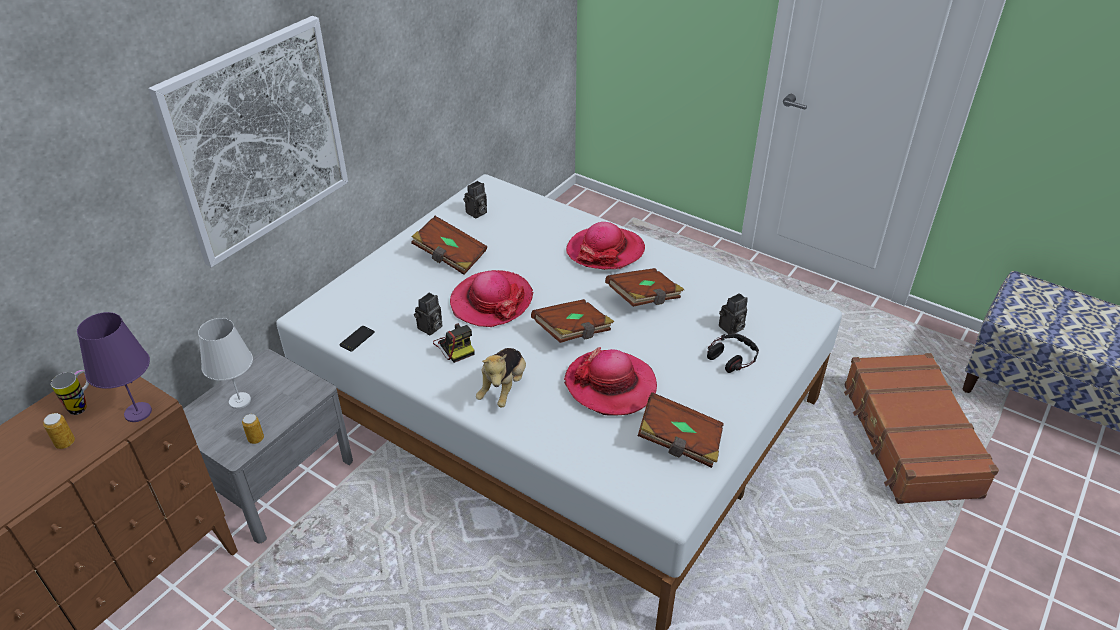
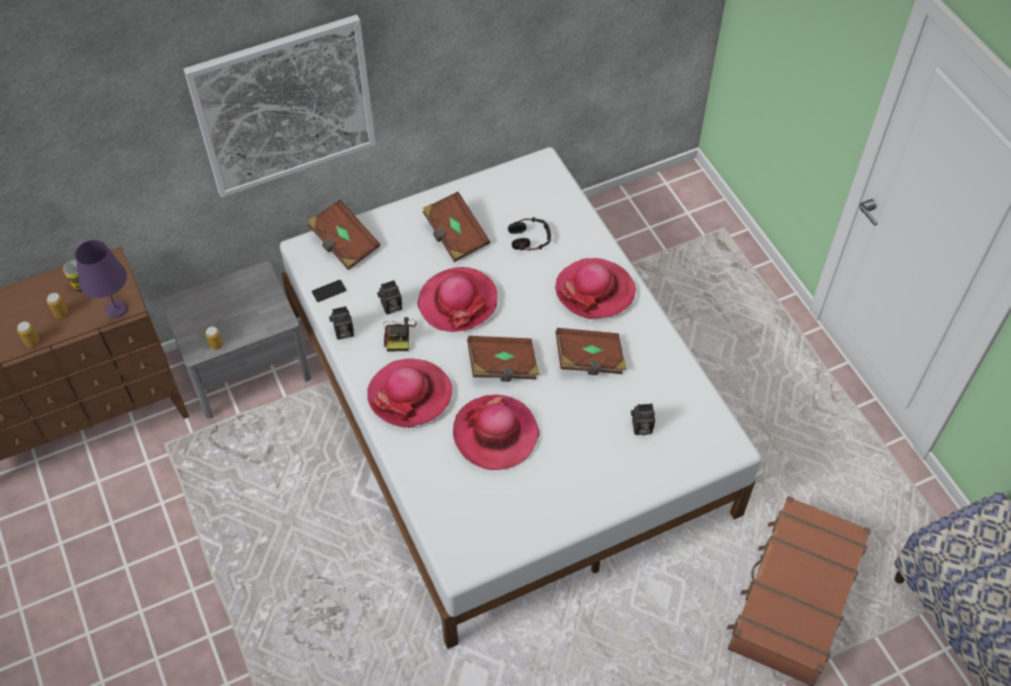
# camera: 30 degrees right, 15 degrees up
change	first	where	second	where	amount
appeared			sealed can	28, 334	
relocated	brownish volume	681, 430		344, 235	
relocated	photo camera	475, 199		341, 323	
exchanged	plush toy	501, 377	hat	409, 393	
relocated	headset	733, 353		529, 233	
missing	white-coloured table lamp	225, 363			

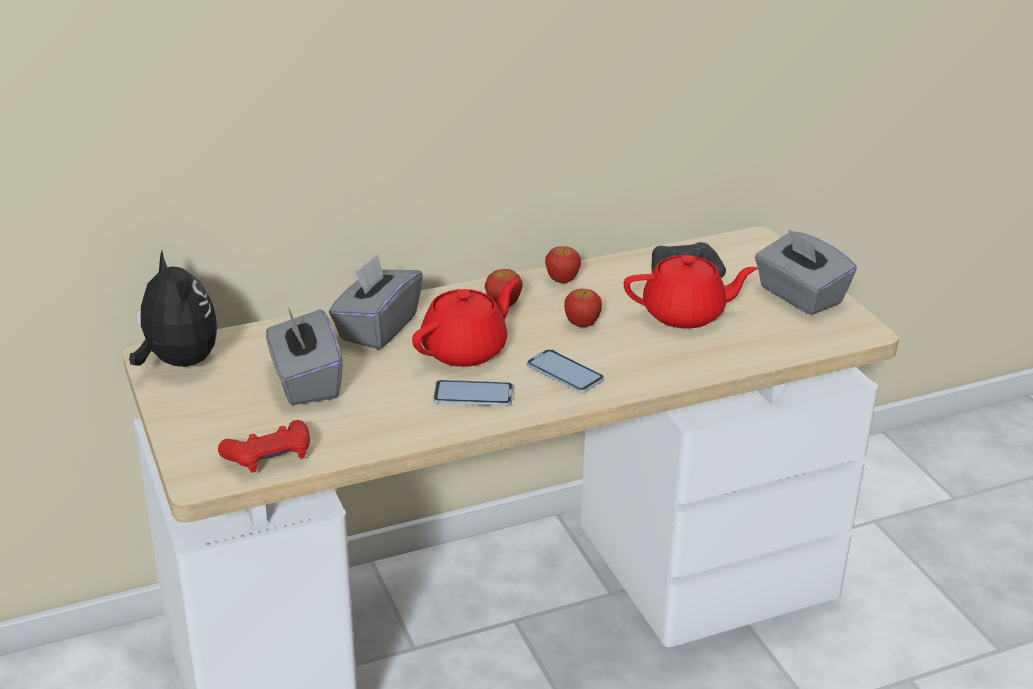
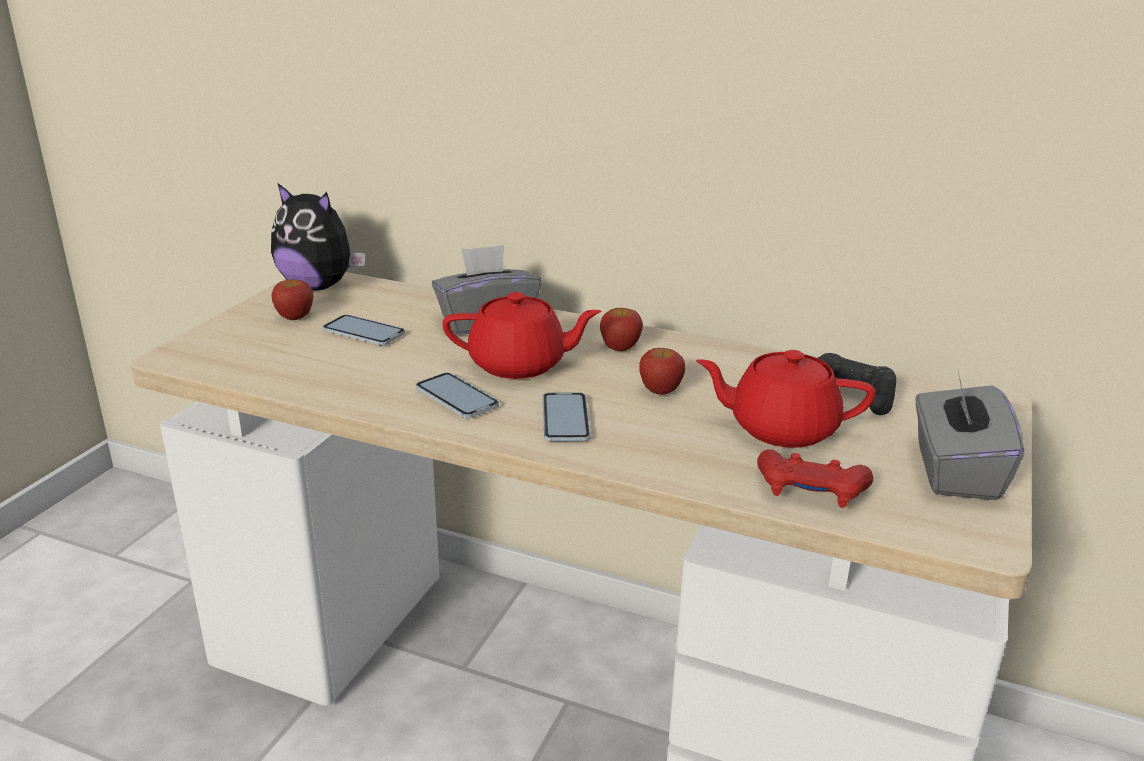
# camera: 45 degrees right, 5 degrees down
change	first	where	second	where	amount
spun	plush toy	173, 309		318, 237	105 degrees clockwise
relocated	apple	563, 264		292, 300	
exchanged	grey box of tissues	304, 356	phone	364, 330	
spun	red pot for tea	691, 292		786, 399	150 degrees clockwise
relocated	red joypad	264, 446		815, 479	

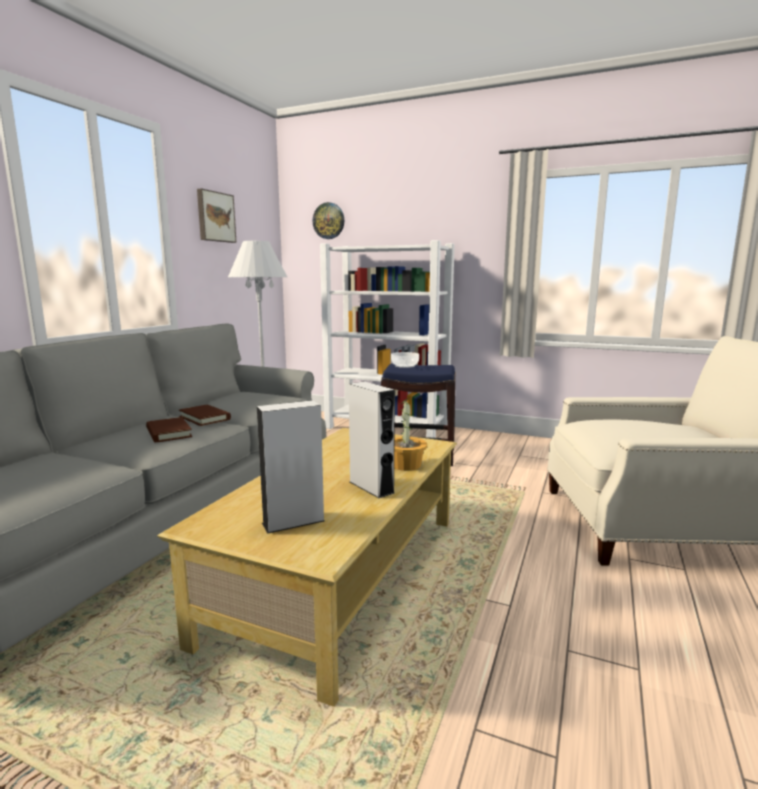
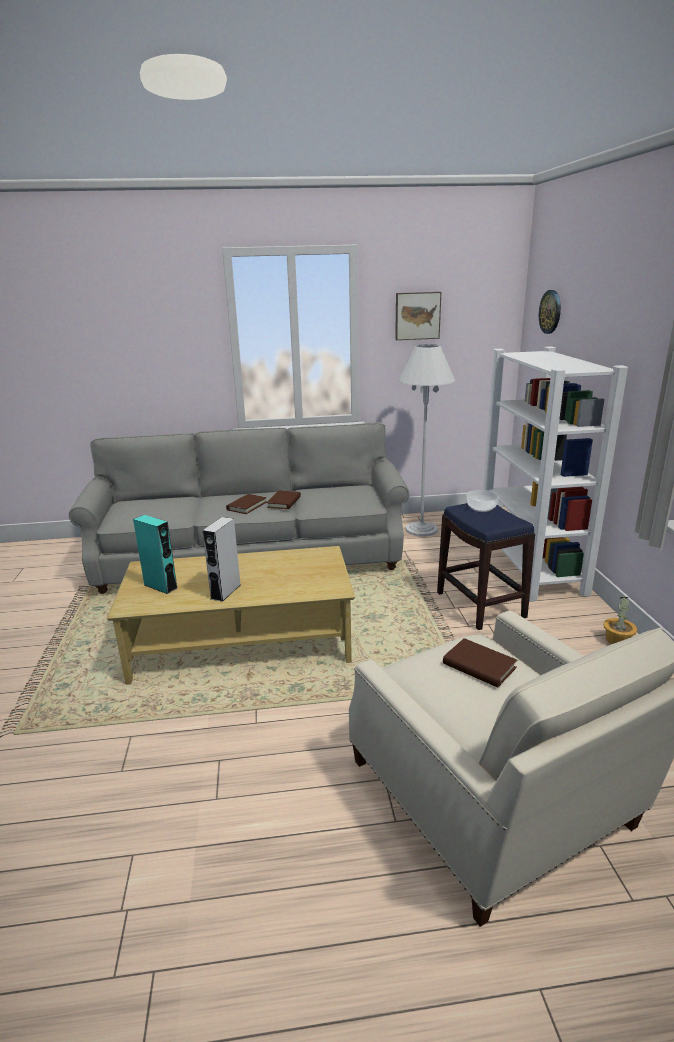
# camera: 60 degrees right, 10 degrees up
change	first	where	second	where	amount
colour	grey speaker	291, 467	turquoise speaker	155, 554	
appeared			brownish volume	480, 663	
relocated	potted plant	410, 434		620, 620	

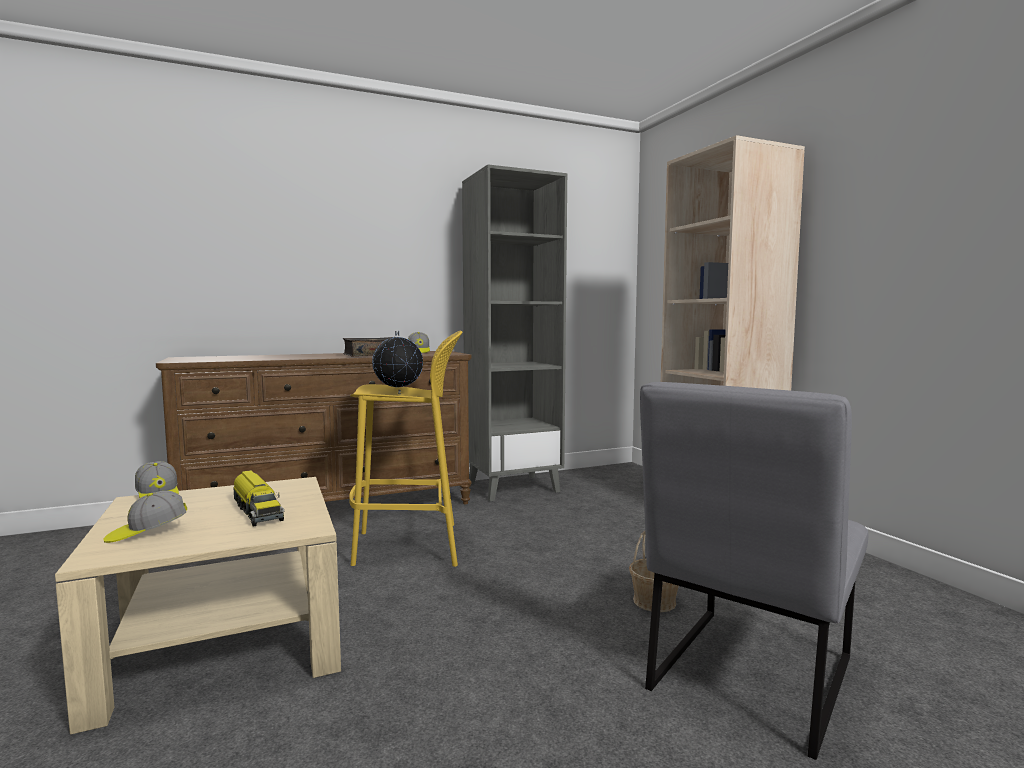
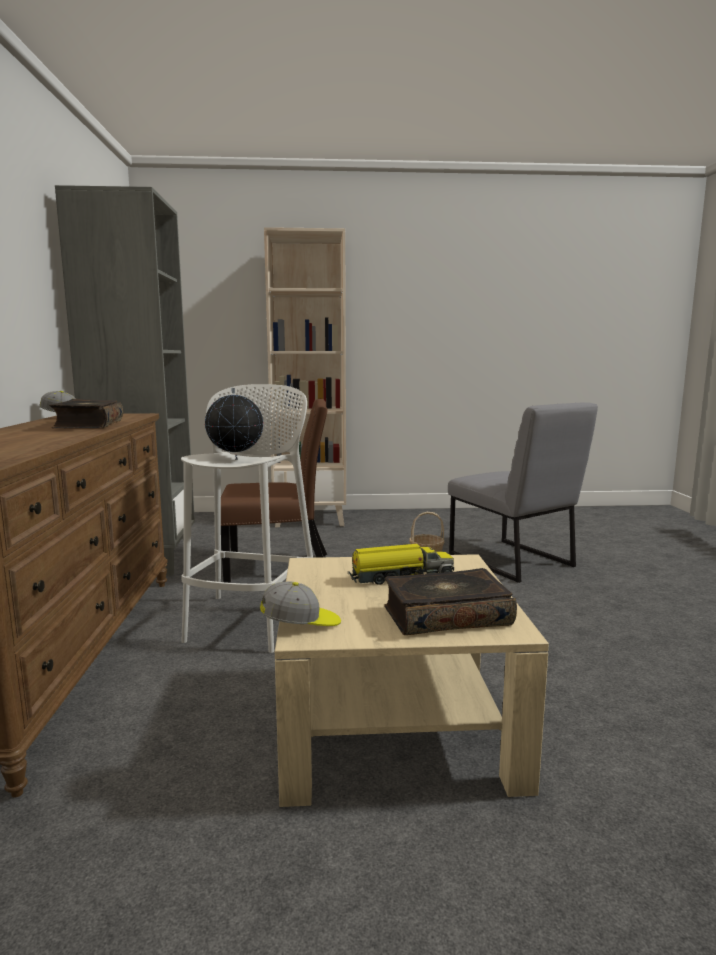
# camera: 70 degrees left, 5 degrees up
change	first	where	second	where	amount
colour	yellowish stool	405, 449	white-coloured stool	247, 518	
appeared			brownish plain chair	274, 491	
exchanged	baseball cap	145, 517	volume	450, 601	

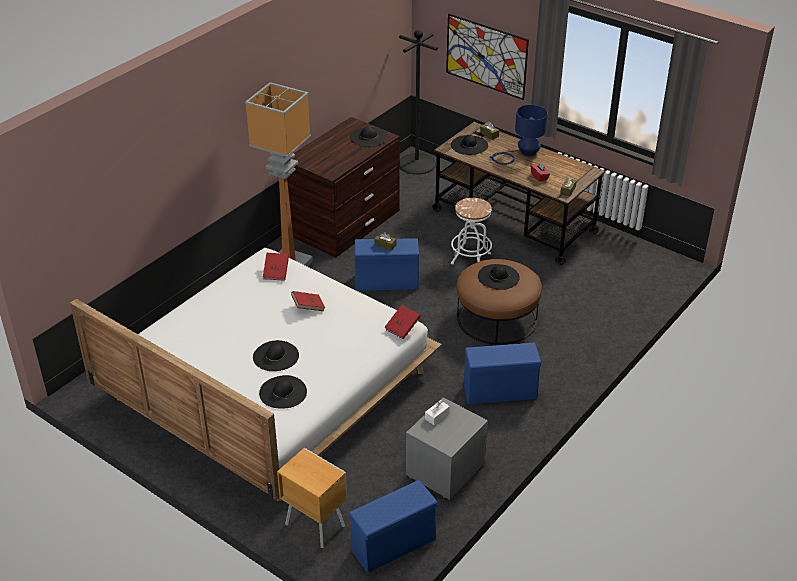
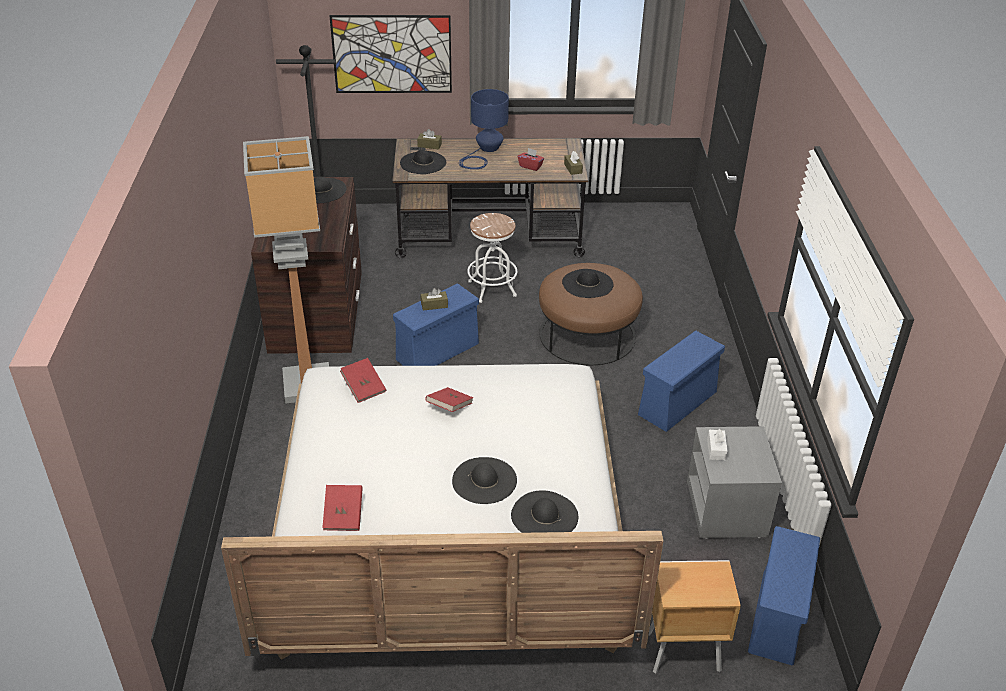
# camera: 40 degrees left, 0 degrees up
change	first	where	second	where	amount
relocated	red volume	402, 322		342, 508	

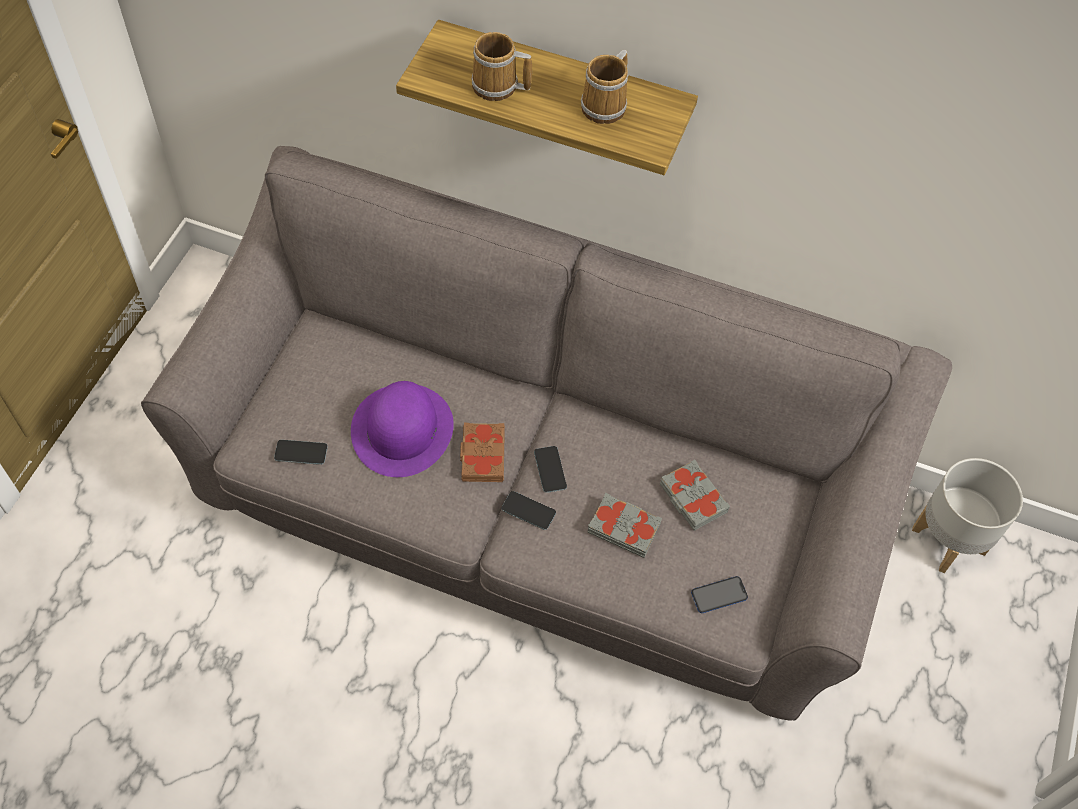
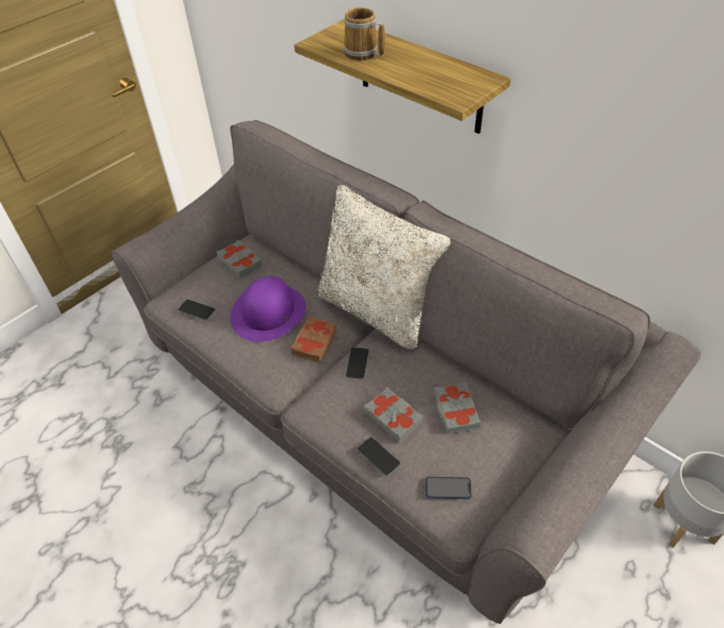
# camera: 25 degrees right, 10 degrees down
change	first	where	second	where	amount
appeared			grey volume	239, 259	
appeared			beige-coloured throw pillow	384, 267	
relocated	phone	528, 510		379, 456	
missing	mug	604, 87			

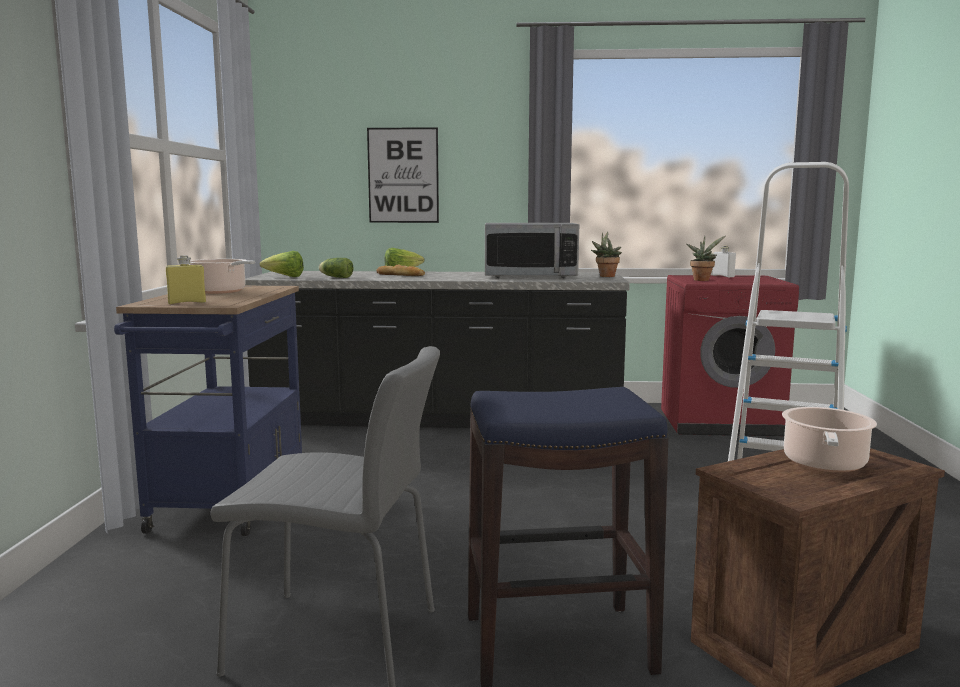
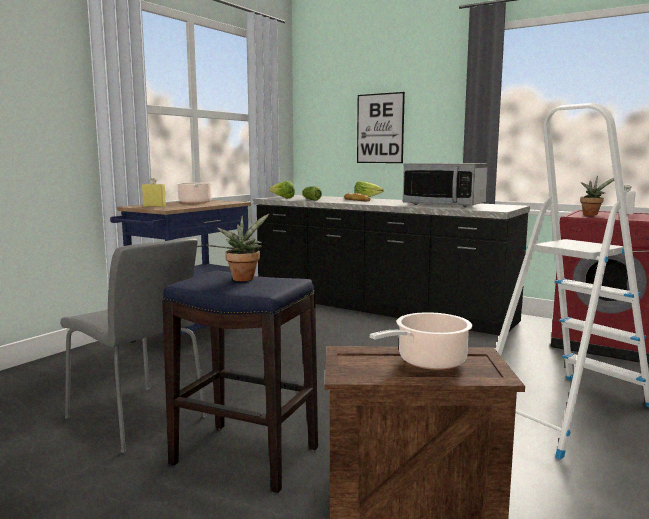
# camera: 30 degrees right, 0 degrees up
change	first	where	second	where	amount
relocated	potted plant	606, 254		243, 247	

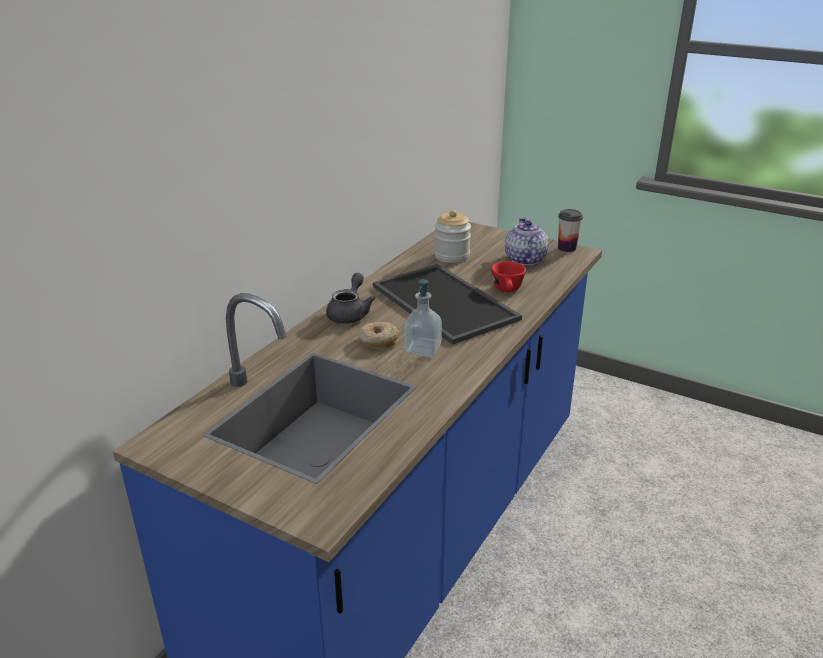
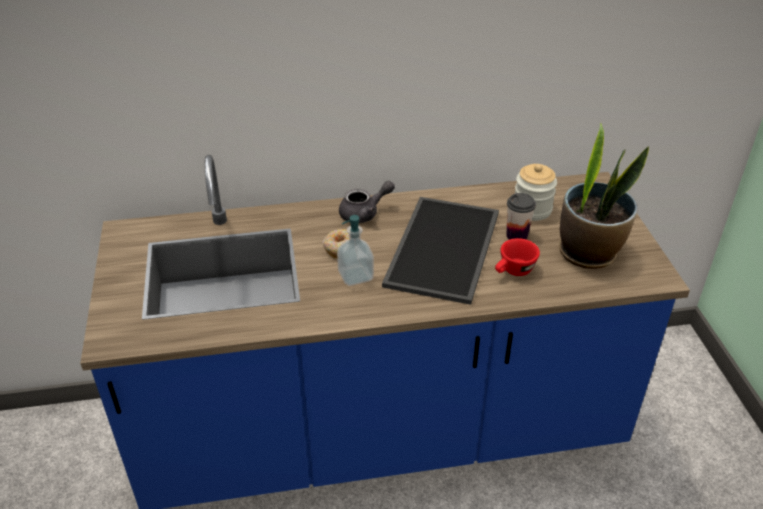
# camera: 50 degrees right, 10 degrees up
change	first	where	second	where	amount
relocated	cup	570, 230		521, 216	
exchanged	pot for tea	527, 241	potted plant	604, 196	

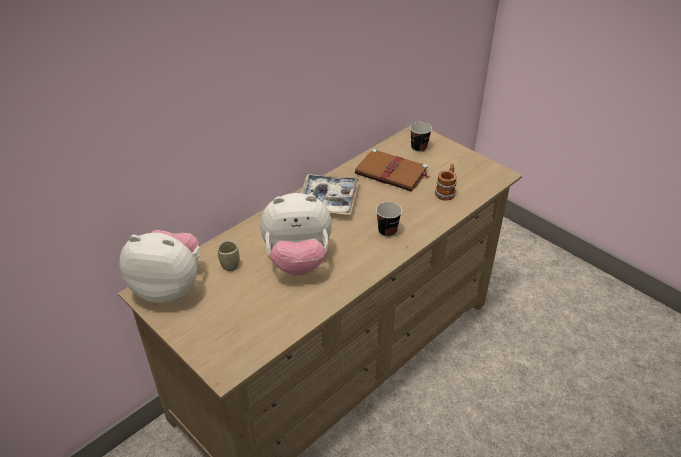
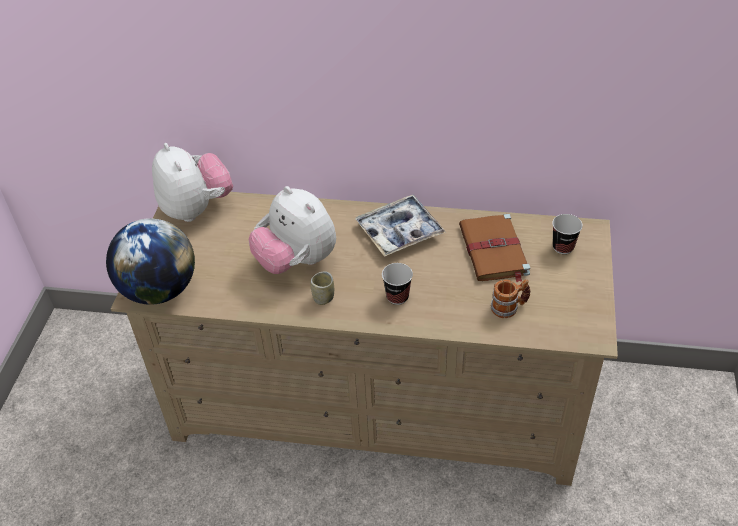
# camera: 55 degrees right, 5 degrees up
change	first	where	second	where	amount
appeared			desk globe	150, 261	
relocated	cup	228, 256		322, 288	

